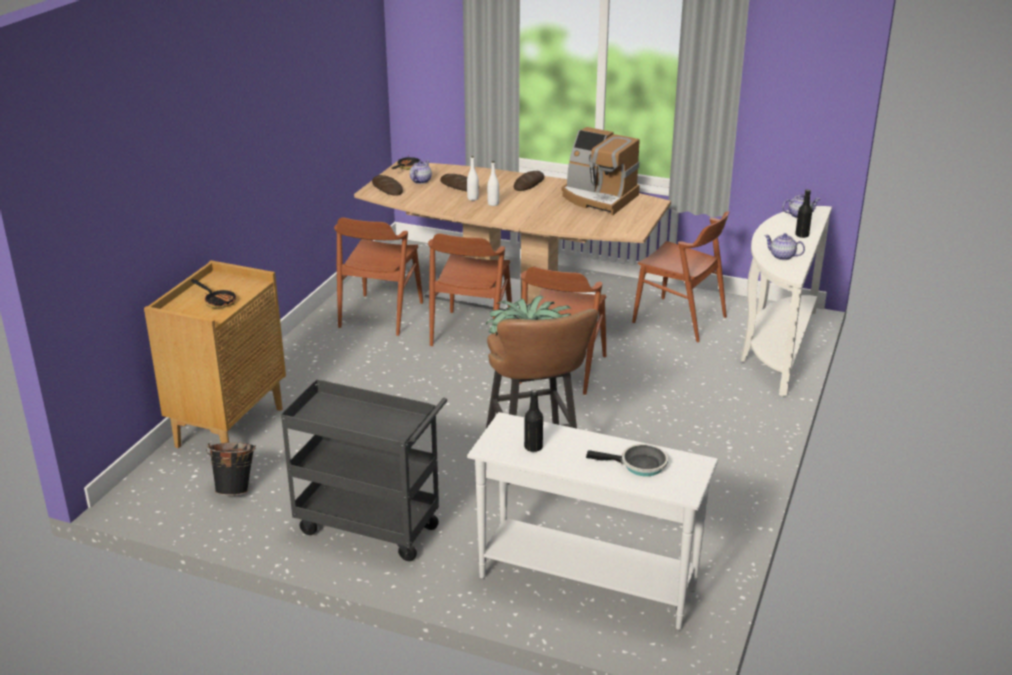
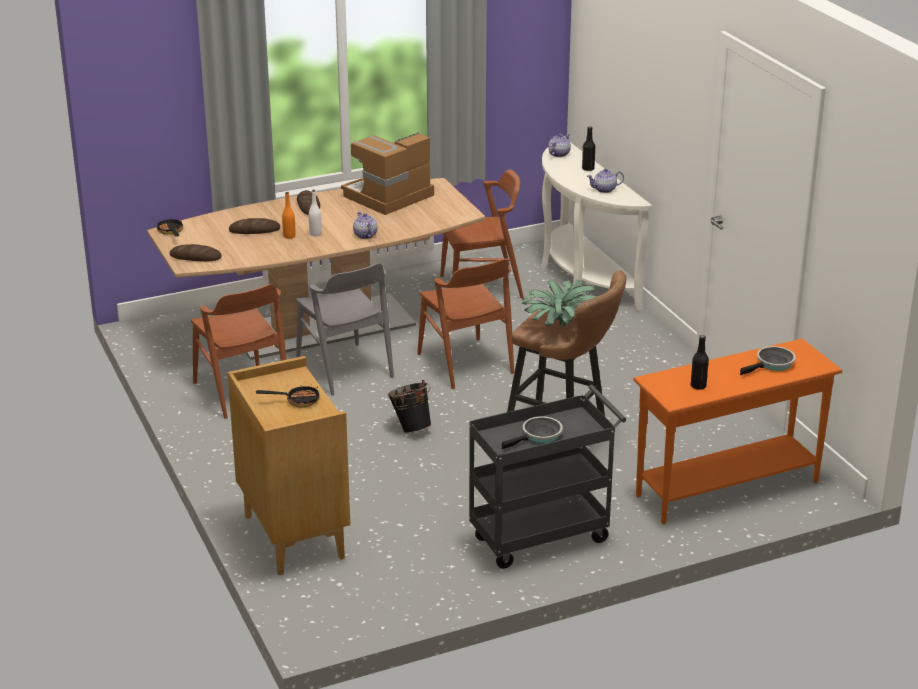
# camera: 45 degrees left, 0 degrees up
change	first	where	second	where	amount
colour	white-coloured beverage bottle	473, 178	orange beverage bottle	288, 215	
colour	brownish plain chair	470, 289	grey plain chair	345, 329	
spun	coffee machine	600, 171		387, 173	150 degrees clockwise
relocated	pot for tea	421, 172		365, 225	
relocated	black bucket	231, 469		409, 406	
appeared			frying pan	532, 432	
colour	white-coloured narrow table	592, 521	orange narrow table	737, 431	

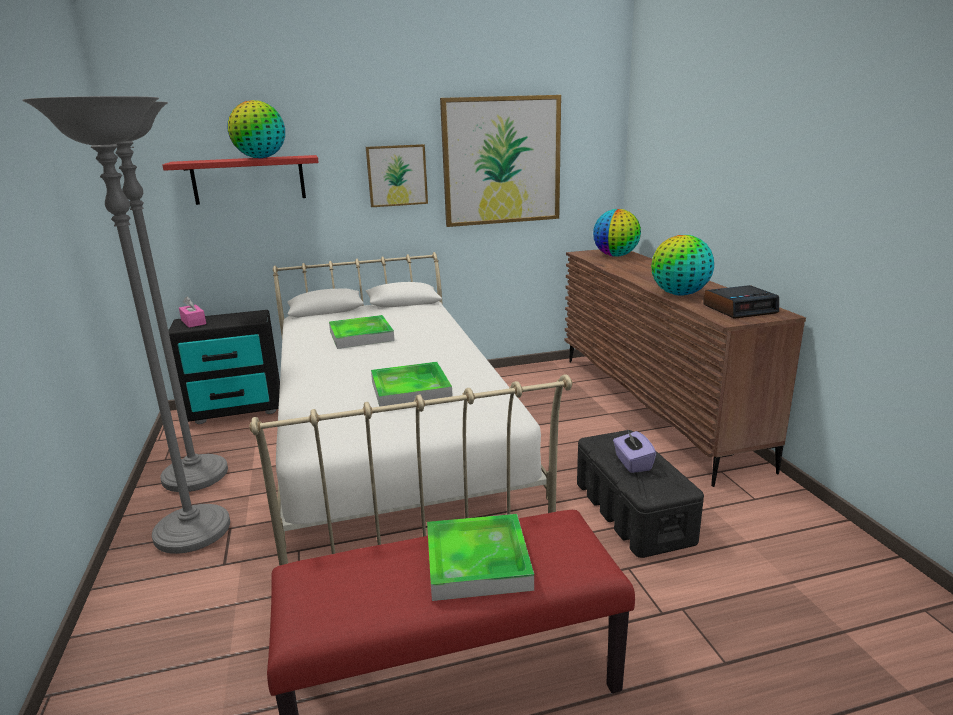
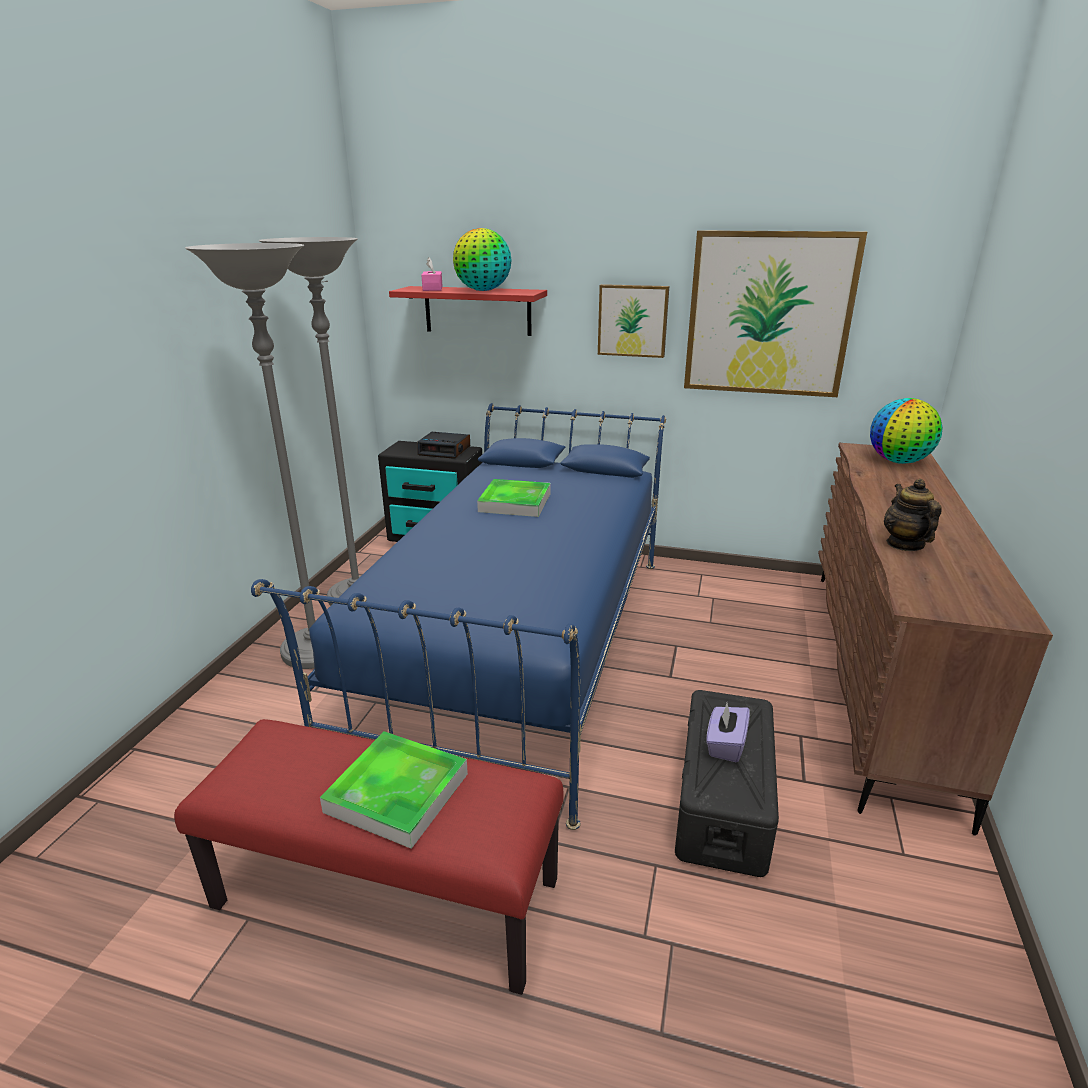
# camera: 30 degrees right, 5 degrees up
change	first	where	second	where	amount
colour	white-coloured bedroom bed	411, 409	blue-coloured bedroom bed	458, 616	
relocated	alarm clock	741, 302		443, 445	
relocated	pinkish box of tissues	192, 312		432, 274	
exchanged	desk globe	682, 265	pot for tea	913, 515	
missing	serving tray	412, 384			

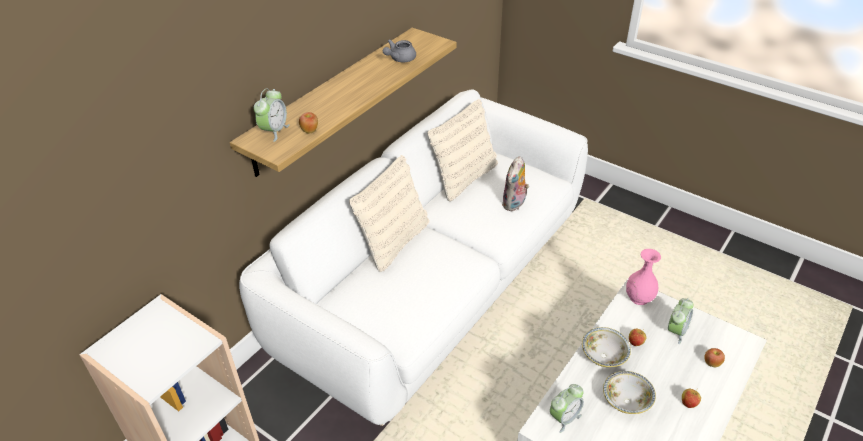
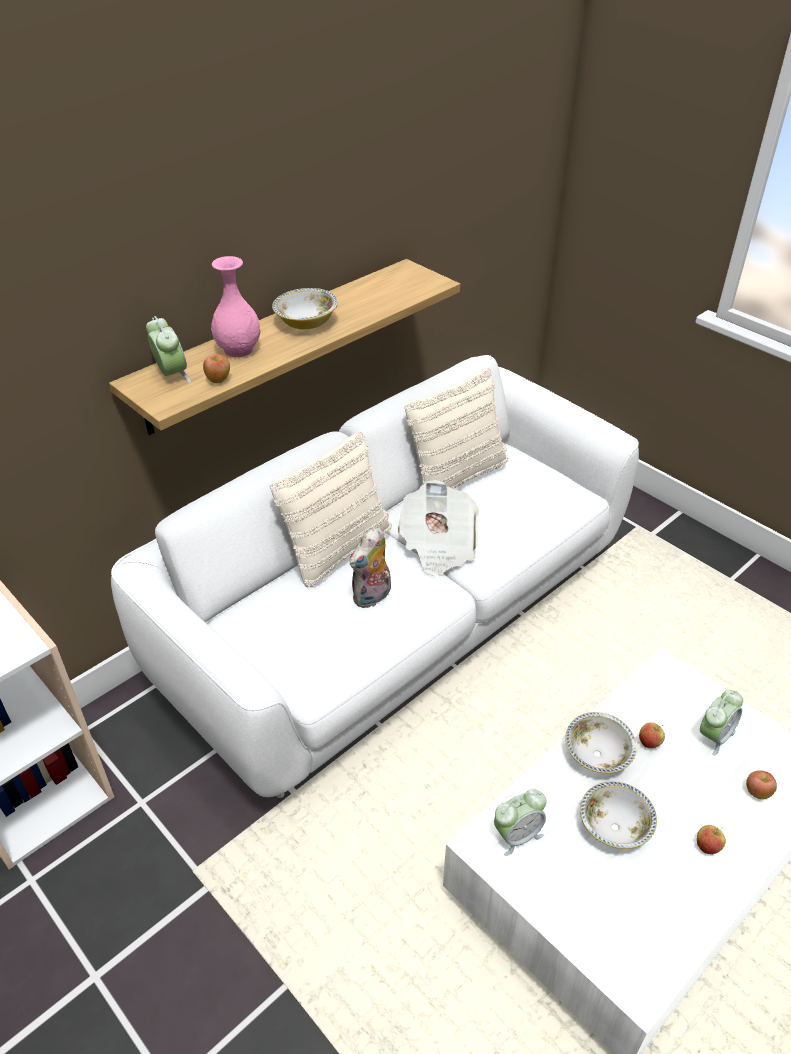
# camera: 10 degrees right, 0 degrees up
change	first	where	second	where	amount
spun	alarm clock	272, 115		168, 349	60 degrees counterclockwise
relocated	pinkish decorative vase	643, 277		235, 306	
appeared			serving bowl	305, 308	
relocated	plush toy	515, 183		370, 568	
appeared			printed paper	438, 528	
missing	grey pot for tea	399, 50			

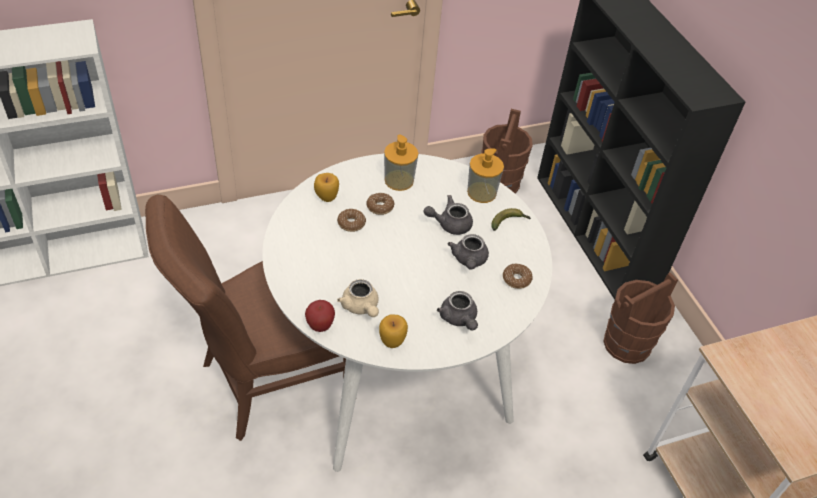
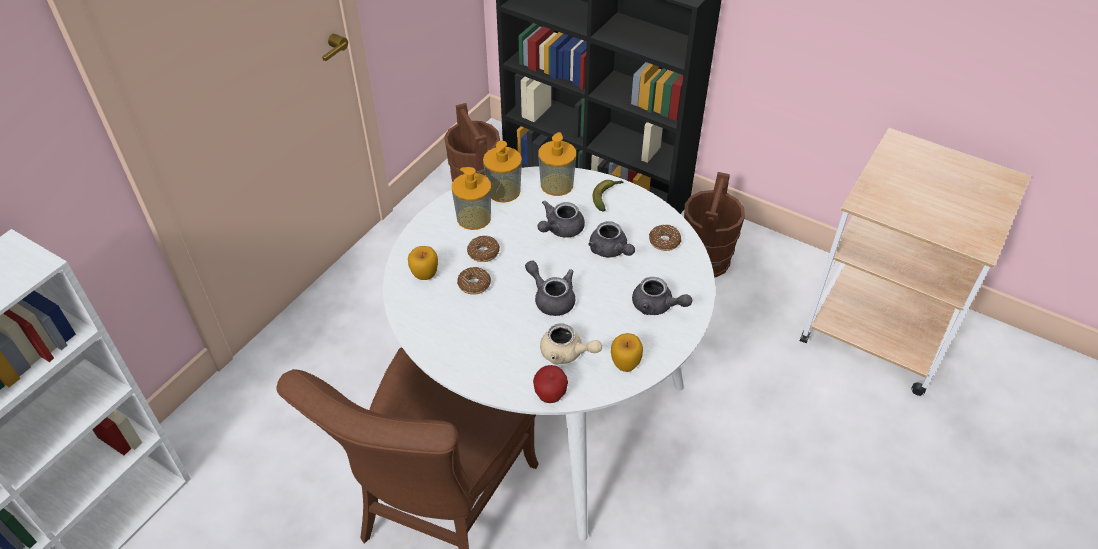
# camera: 35 degrees left, 0 degrees up
change	first	where	second	where	amount
appeared			soap bottle	502, 172	
appeared			grey pot for tea	550, 288	

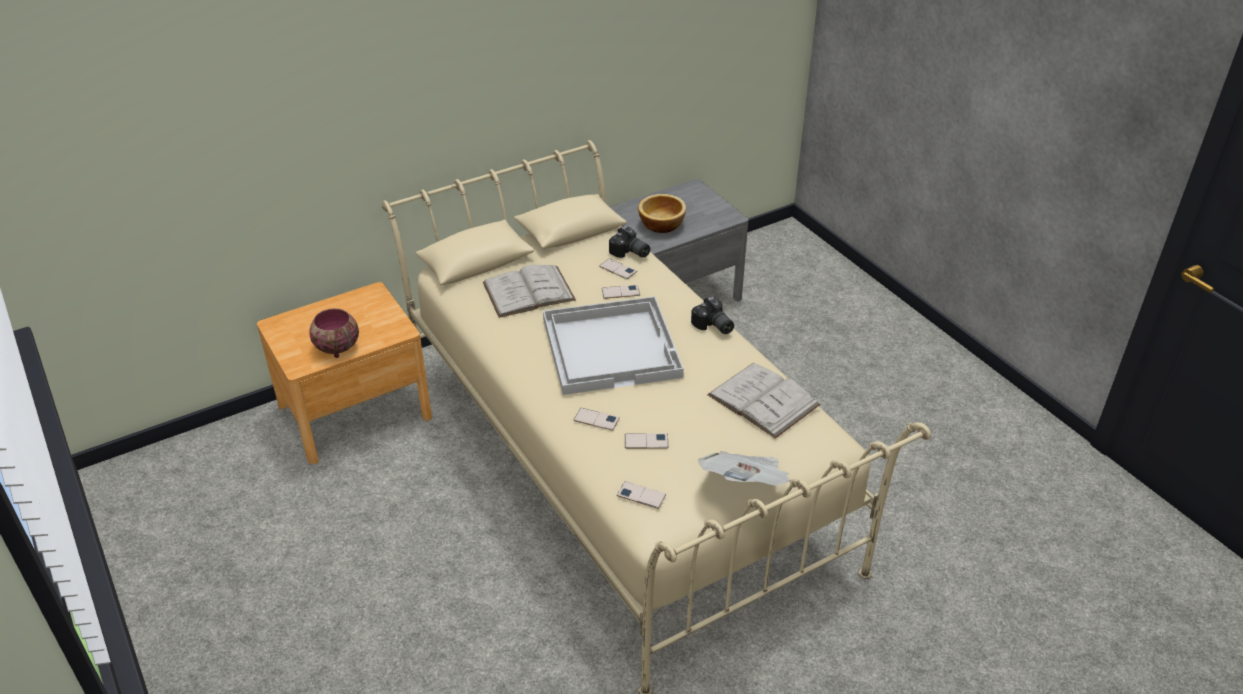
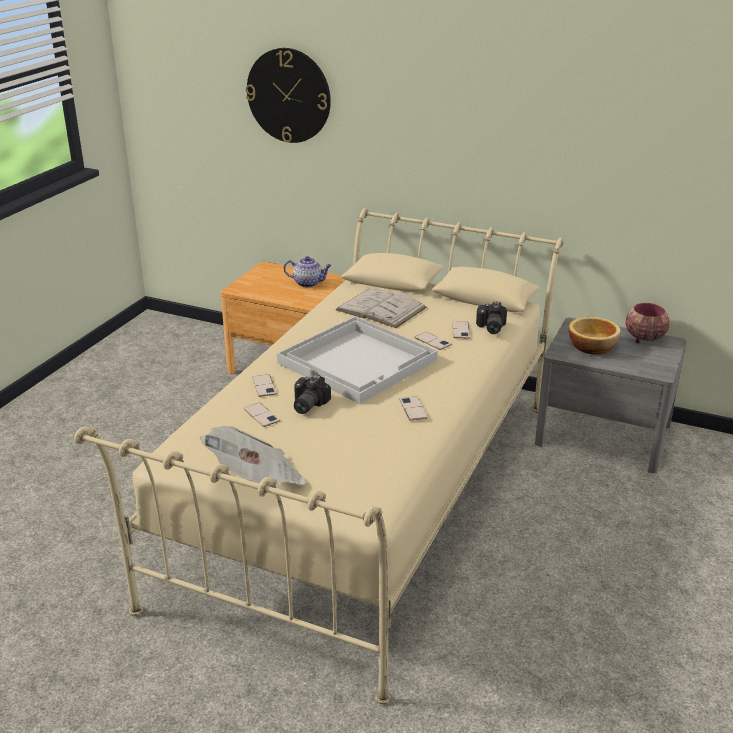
# camera: 55 degrees right, 10 degrees down
change	first	where	second	where	amount
appeared			hanging clock	288, 95	
appeared			pot for tea	308, 271	
relocated	photo camera	712, 315		312, 394	
relocated	phone	641, 495		413, 408	
relocated	serving bowl	334, 333		647, 323	
missing	white-coloured volume	763, 401			

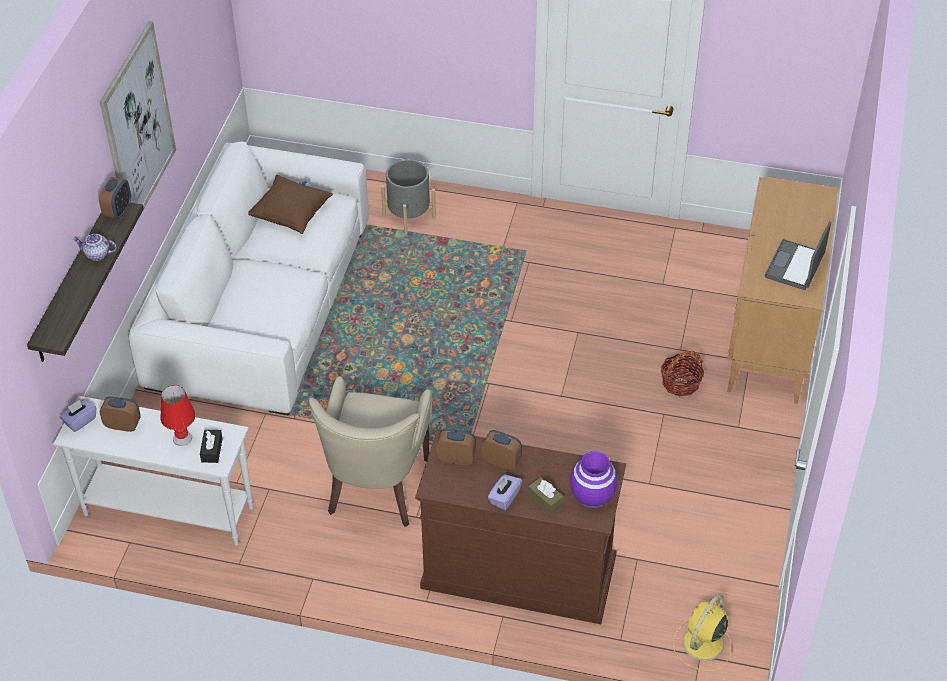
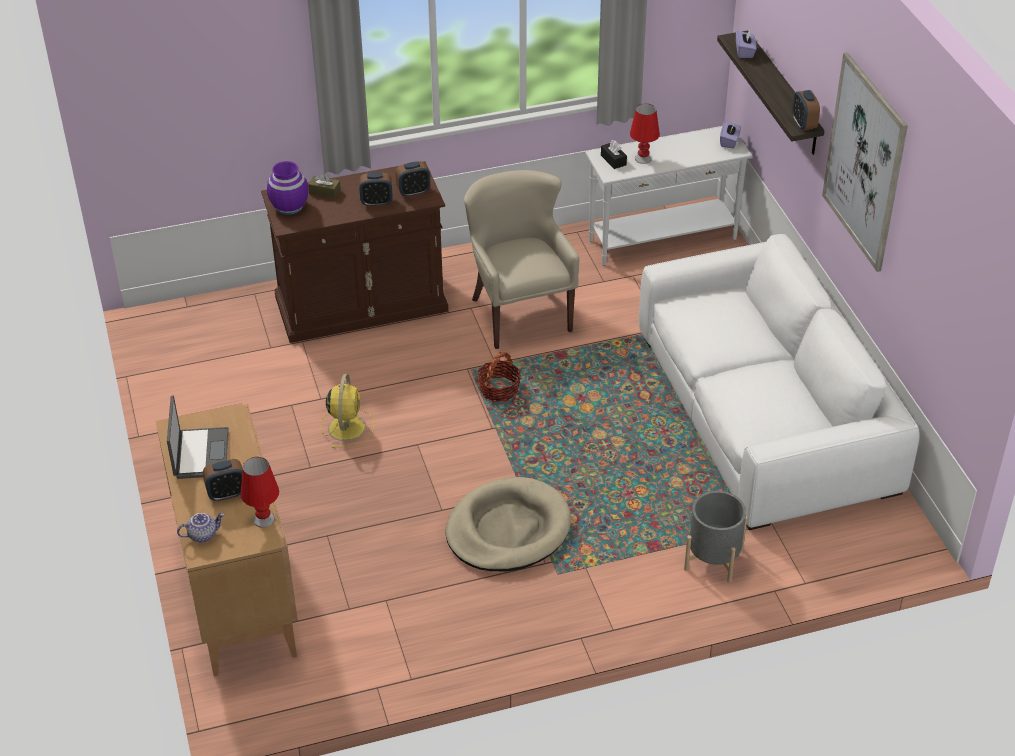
# camera: 150 degrees right, 5 degrees down
change	first	where	second	where	amount
relocated	pot for tea	95, 247		200, 528	
relocated	alarm clock	120, 414		222, 480	
appeared			red table lamp	259, 492	
relocated	yellowish electric fan	702, 632		347, 411	
appeared			beige-coloured dog bed	508, 524	
relocated	basket	682, 374		499, 377	
relocated	purplish box of tissues	505, 492		746, 44	
missing	brownish throw pillow	290, 204			

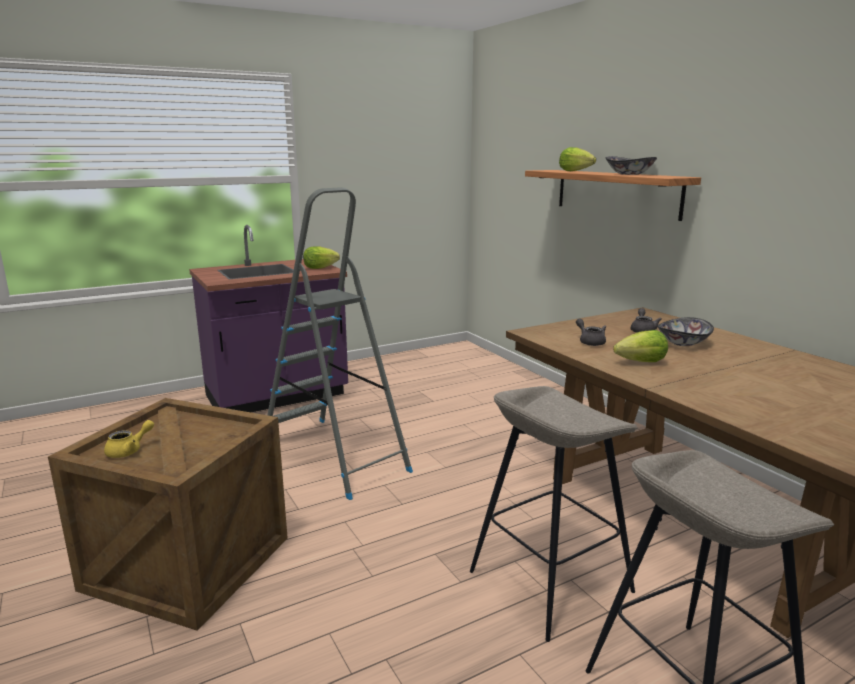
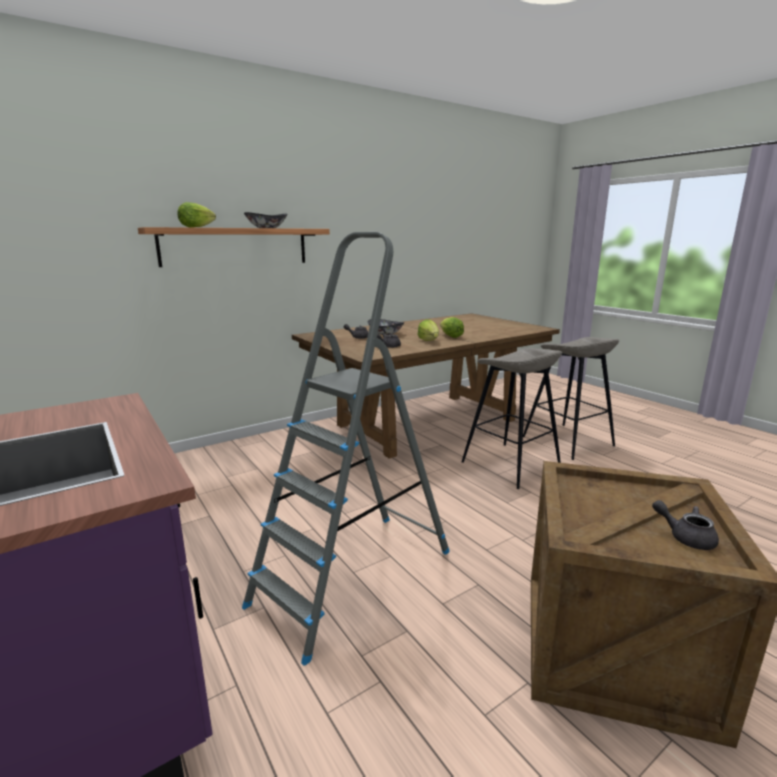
# camera: 95 degrees left, 0 degrees up
change	first	where	second	where	amount
relocated	lettuce	321, 258		452, 327	
colour	yellowish pot for tea	129, 439	grey pot for tea	685, 525	

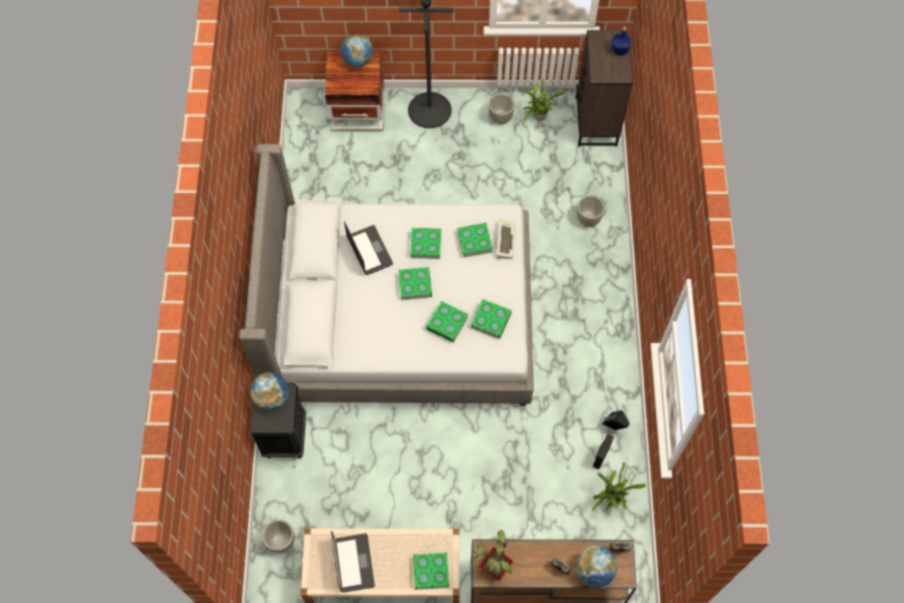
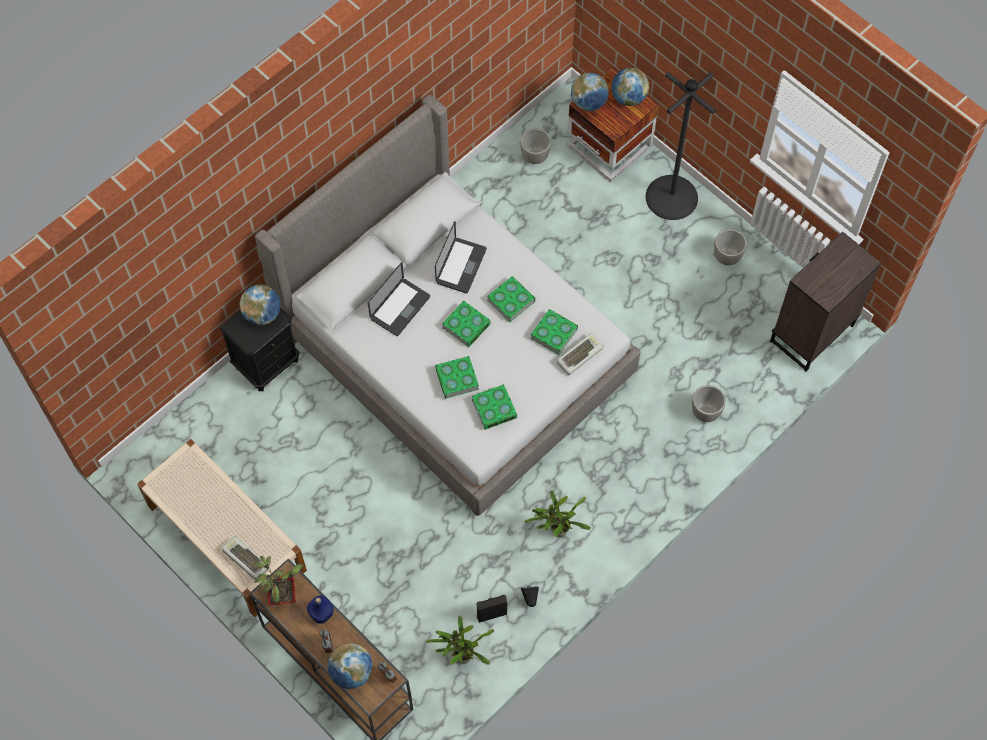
# camera: 45 degrees right, 0 degrees up
change	first	where	second	where	amount
exchanged	volume	431, 571	keyboard	246, 558	
relocated	blue-coloured beverage bottle	621, 41		320, 609	
relocated	notebook computer	353, 562		399, 299	
relocated	grey flower pot	278, 536		535, 146	
relocated	potted plant	543, 100		558, 514	
appeared			desk globe	590, 92	

